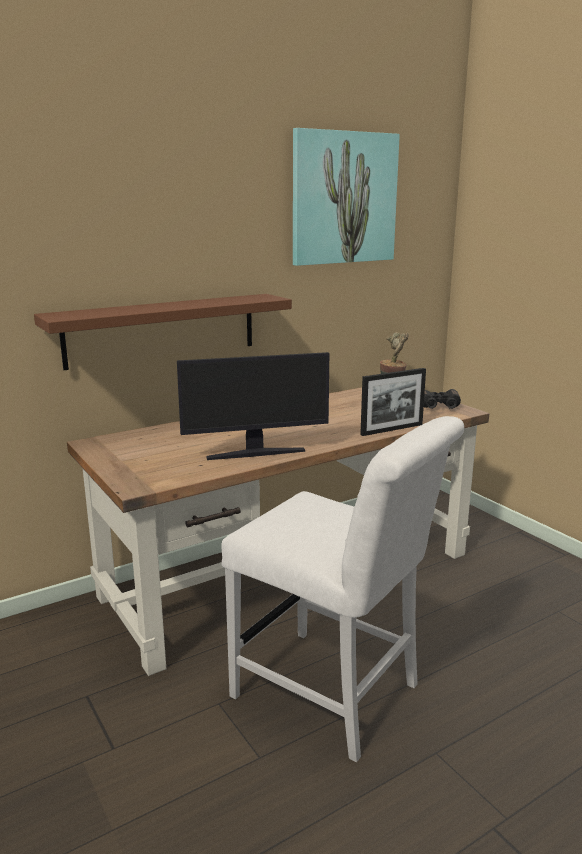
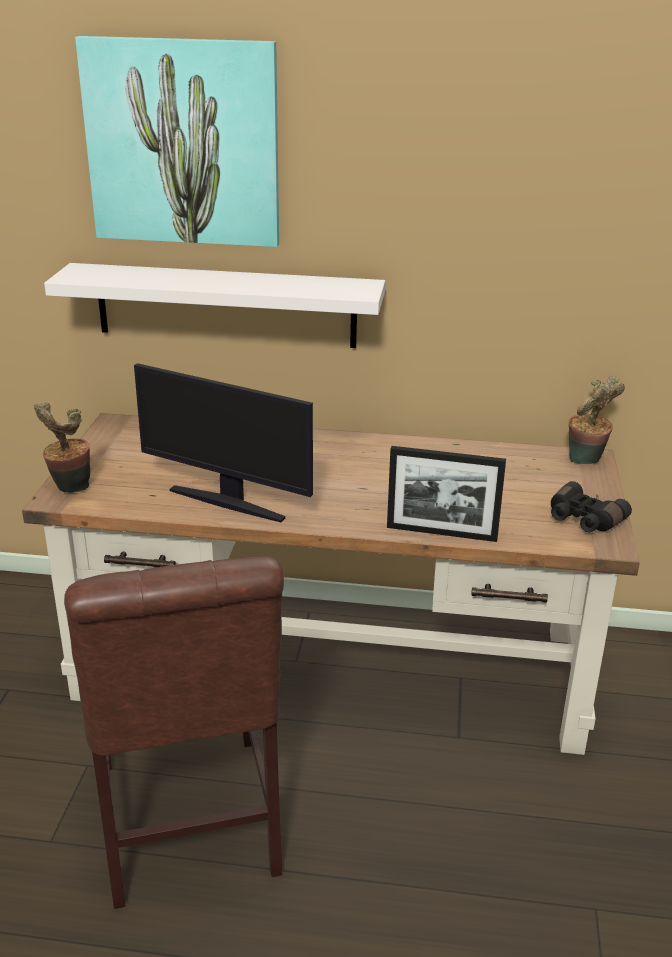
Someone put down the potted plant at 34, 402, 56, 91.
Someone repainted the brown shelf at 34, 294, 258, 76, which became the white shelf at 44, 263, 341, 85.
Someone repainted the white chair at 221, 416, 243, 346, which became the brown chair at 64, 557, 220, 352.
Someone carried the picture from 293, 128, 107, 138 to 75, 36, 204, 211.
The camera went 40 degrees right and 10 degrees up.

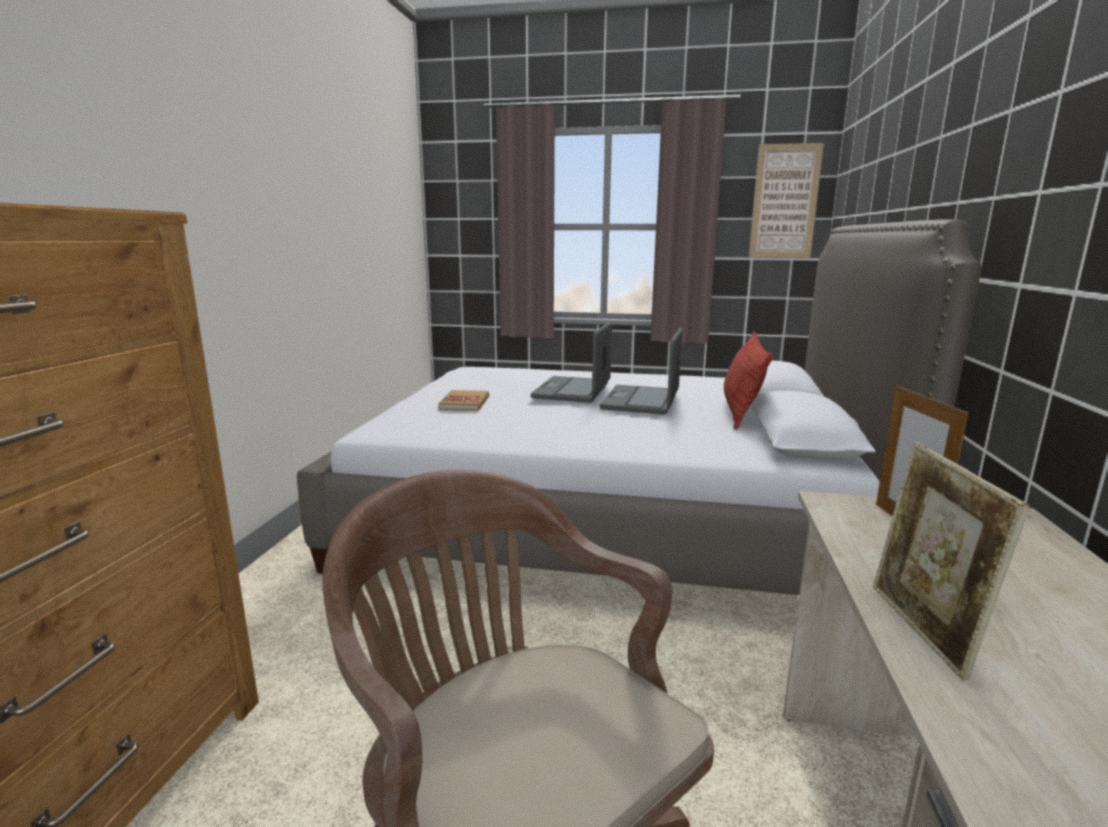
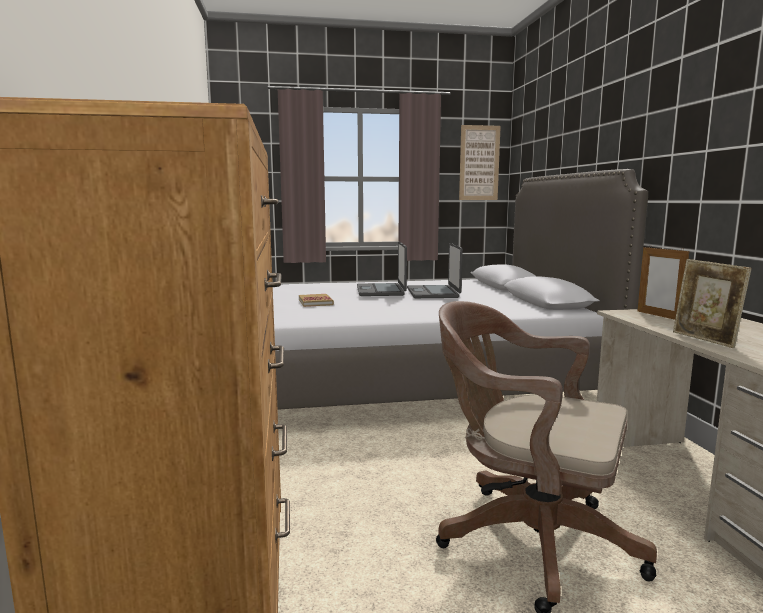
Someone took away the pillow at 724, 331, 49, 99.
The camera went 20 degrees left and 5 degrees down.

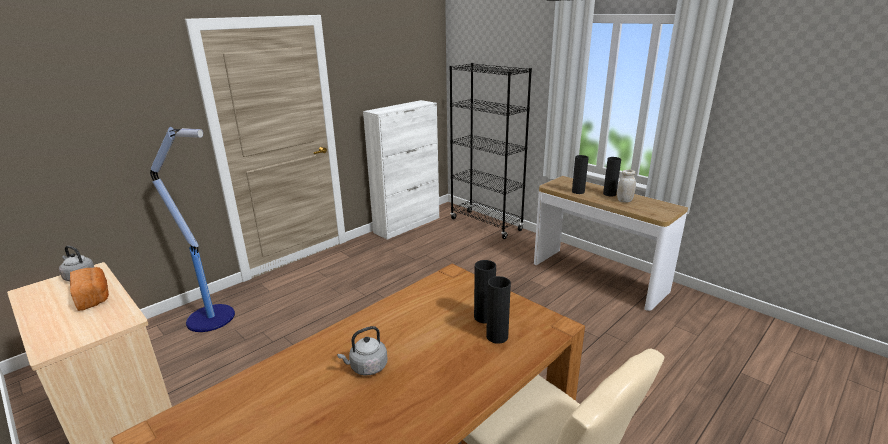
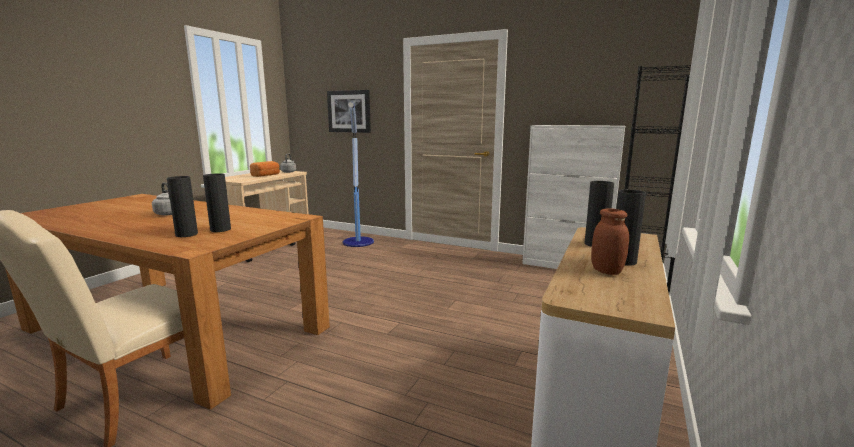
Someone put up the picture at 327, 90, 44, 43.
Someone repainted the white jar at 617, 170, 19, 32, which became the brown jar at 591, 208, 38, 67.
The camera went 70 degrees right and 10 degrees down.

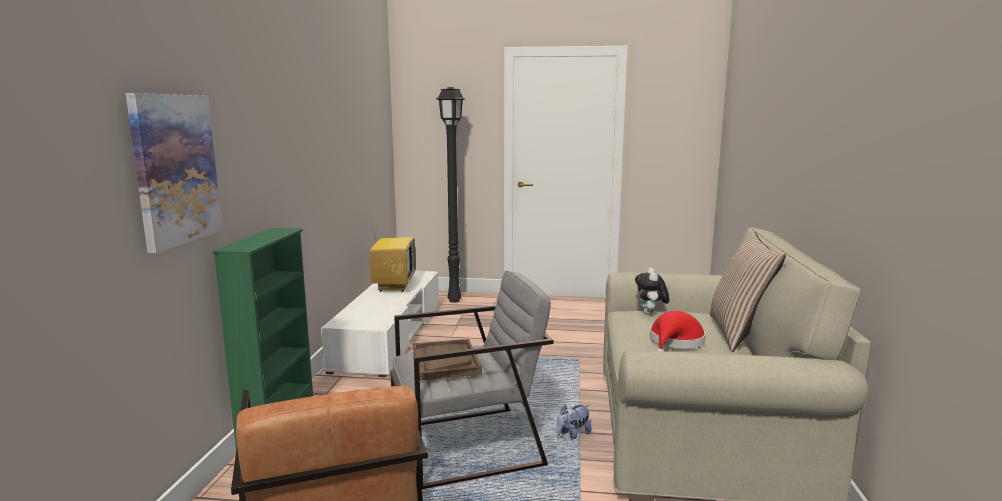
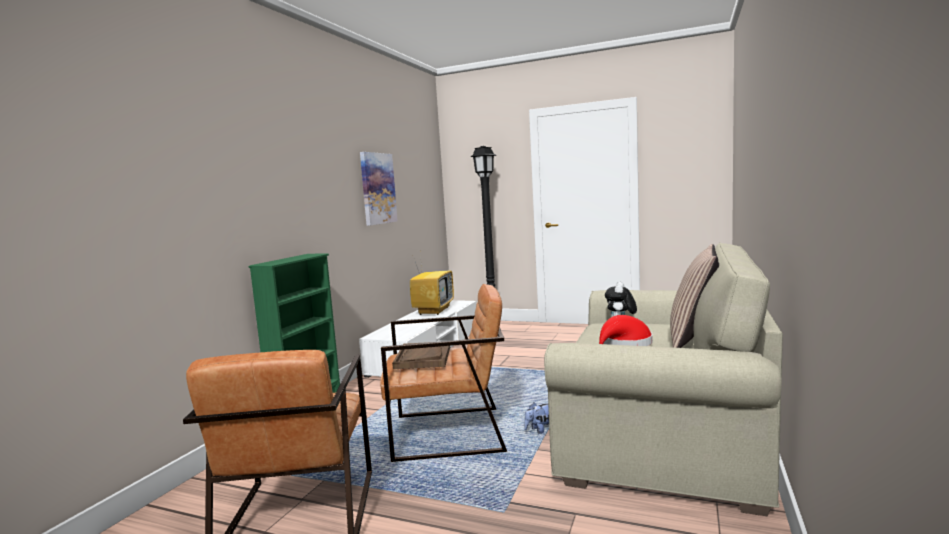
Someone carried the picture from 126, 93, 96, 160 to 360, 152, 38, 74.
Someone repainted the grey armchair at 393, 270, 161, 219, which became the brown armchair at 380, 284, 127, 178.
The camera went 15 degrees right and 5 degrees down.

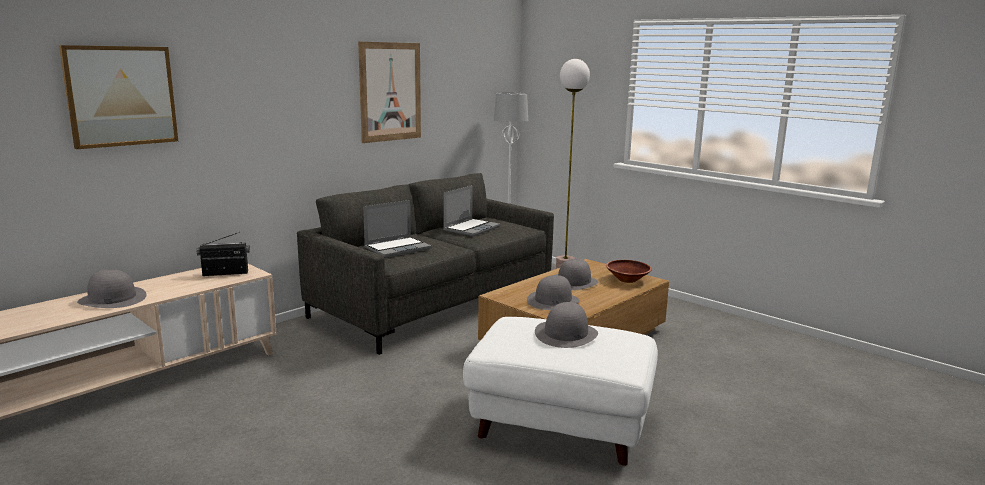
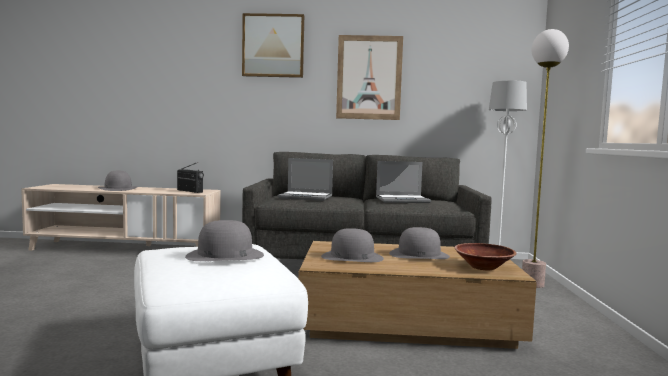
Someone carried the picture from 59, 45, 119, 104 to 242, 13, 62, 65.
The camera went 50 degrees right and 10 degrees down.

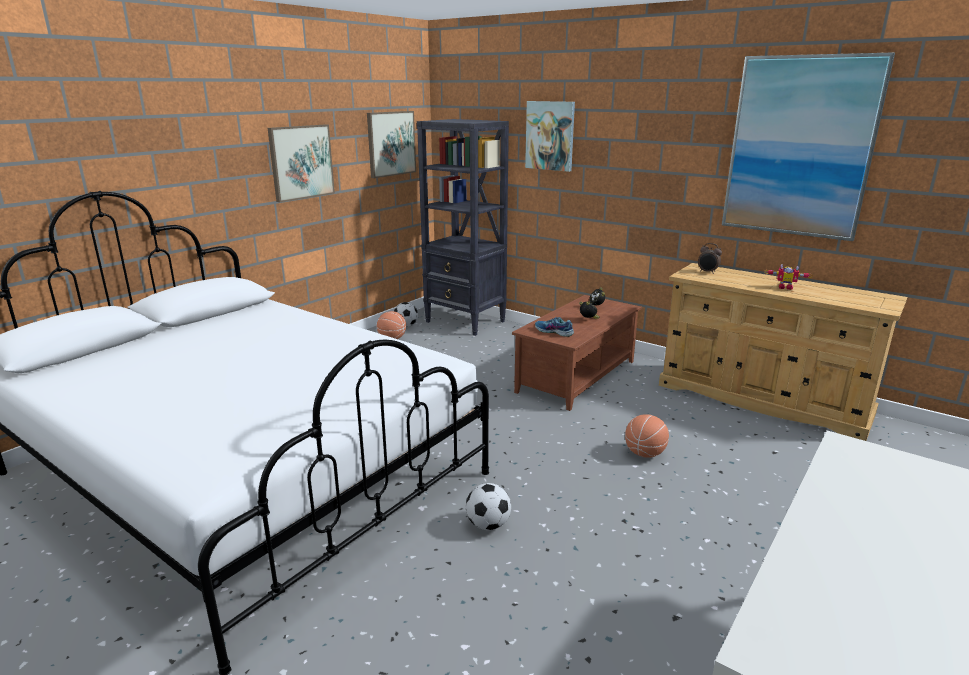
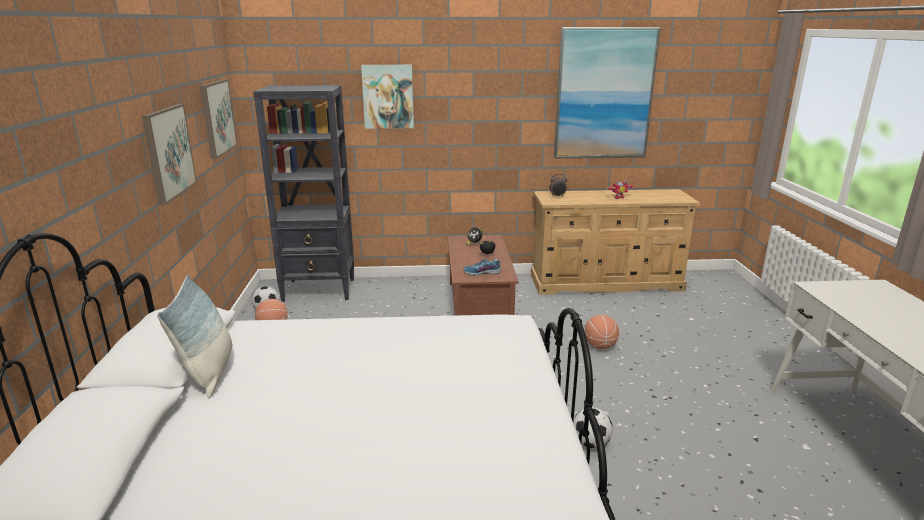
Someone put down the pillow at 157, 275, 75, 123.
The camera went 40 degrees left and 0 degrees up.

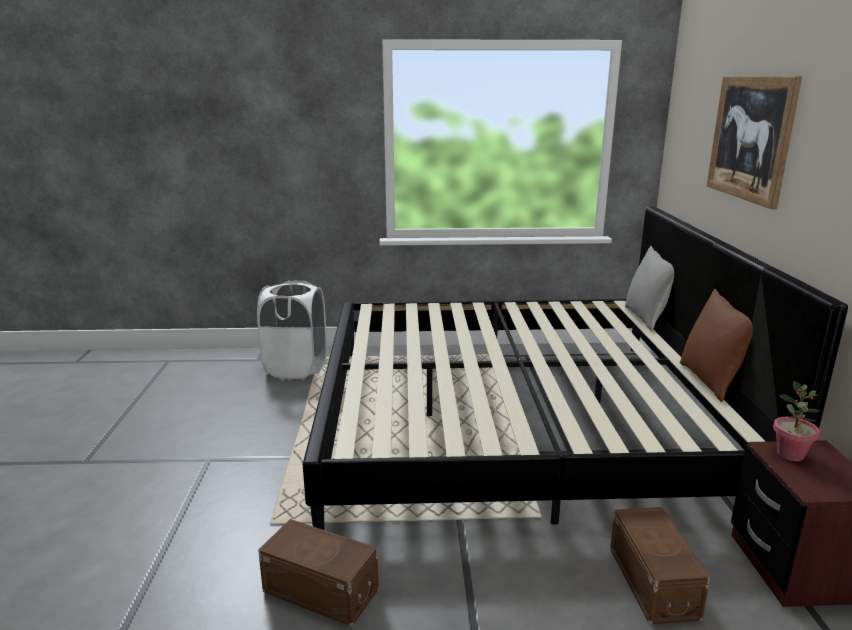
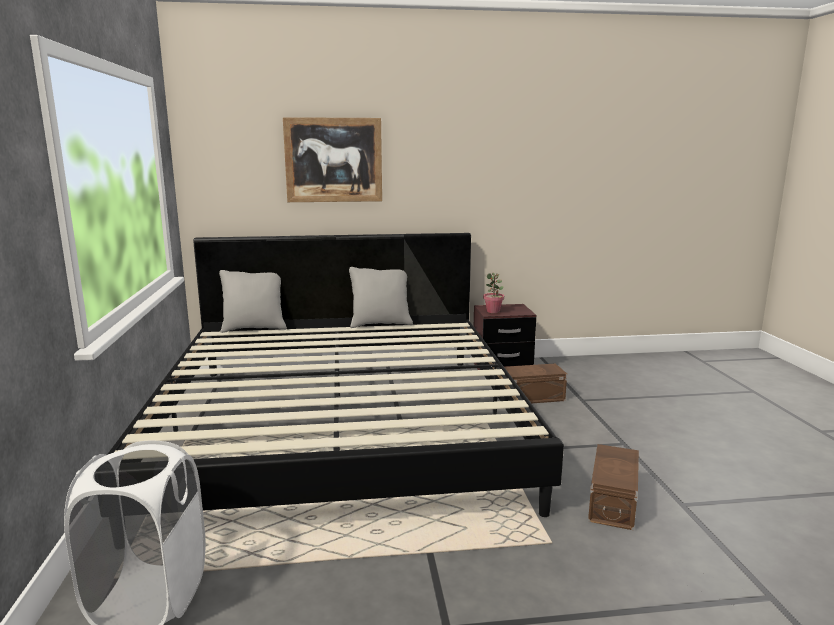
Someone repainted the brown pillow at 680, 289, 73, 113, which became the grey pillow at 349, 267, 64, 61.
The camera went 95 degrees left and 5 degrees down.

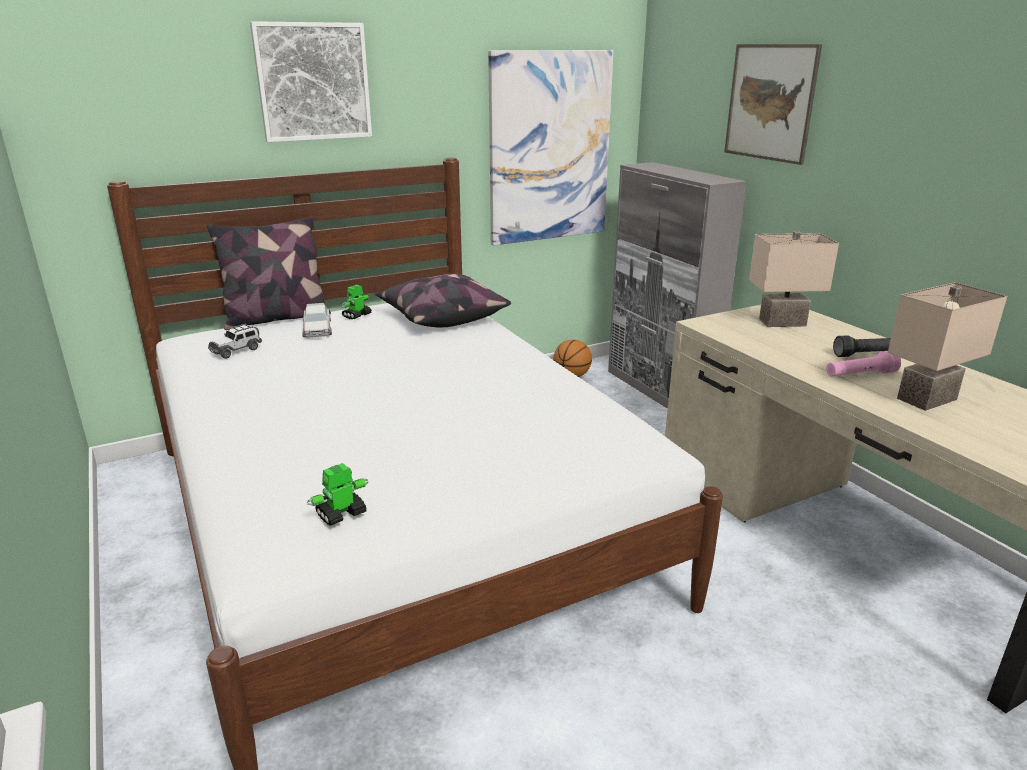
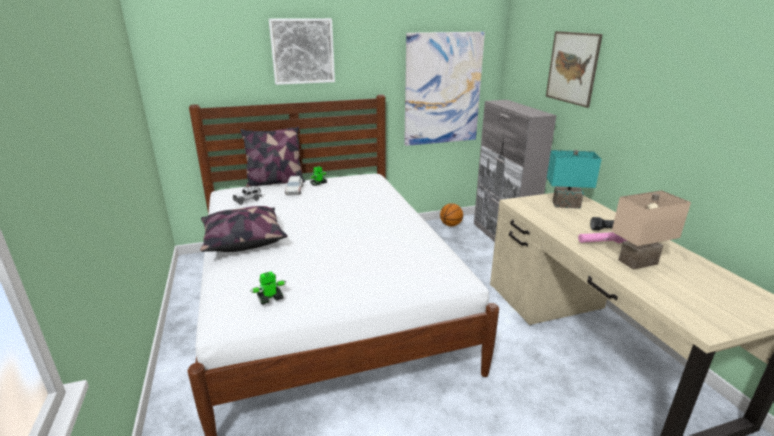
Someone carried the pillow from 375, 274, 136, 53 to 200, 206, 87, 46.
Someone repainted the beige table lamp at 749, 231, 90, 96, which became the turquoise table lamp at 547, 150, 55, 59.
The camera went 10 degrees right and 0 degrees up.

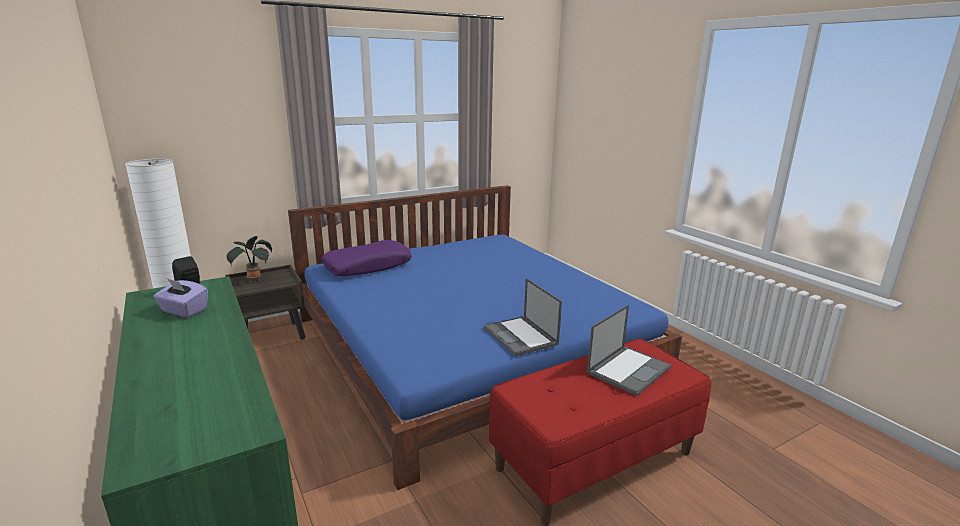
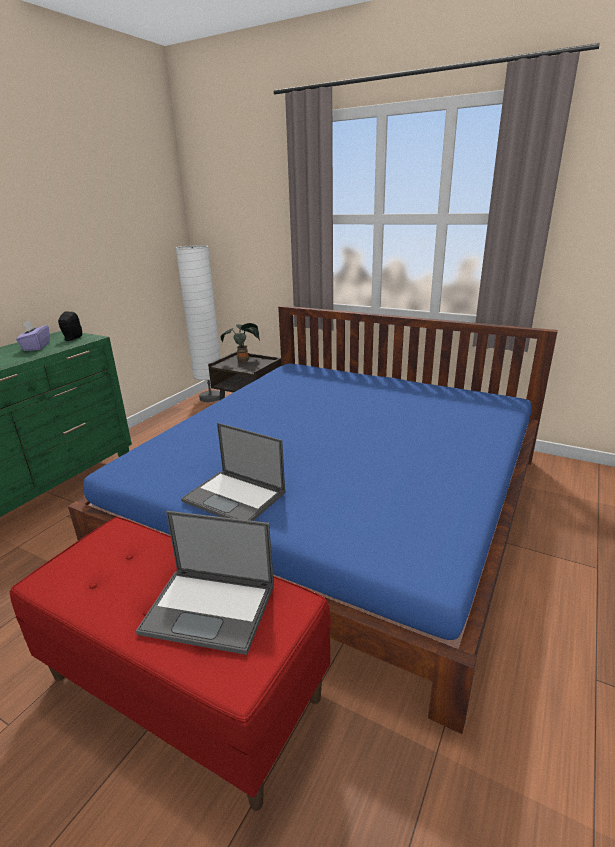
Someone rotated the laptop at 484, 278, 78, 78 by 90 degrees counterclockwise.
Someone took away the purple pillow at 322, 240, 90, 36.
The camera went 60 degrees right and 5 degrees up.

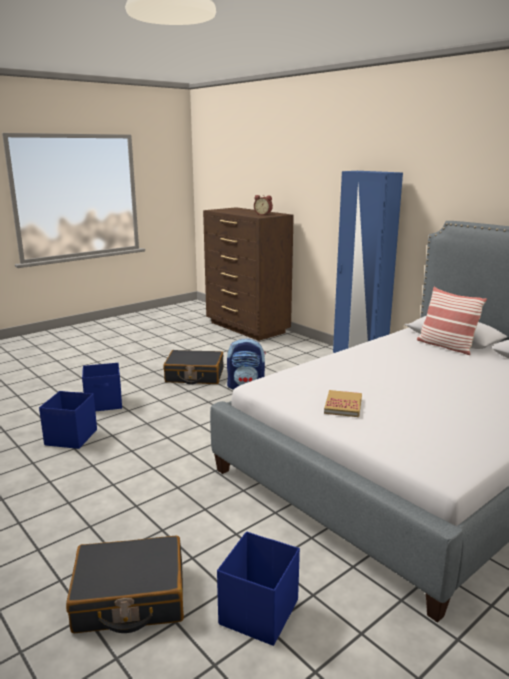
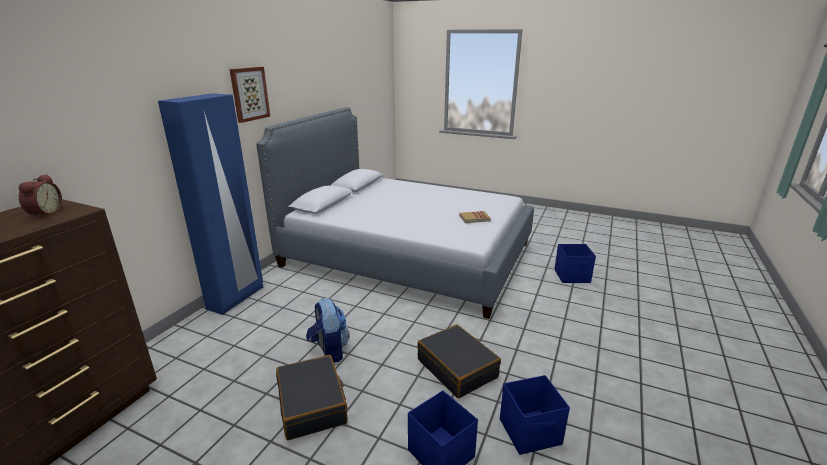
Someone put up the picture at 230, 67, 40, 56.
Someone carried the black suitcase from 66, 536, 118, 97 to 417, 324, 84, 74.
Someone took away the pillow at 417, 287, 70, 68.
The camera went 115 degrees left and 5 degrees up.

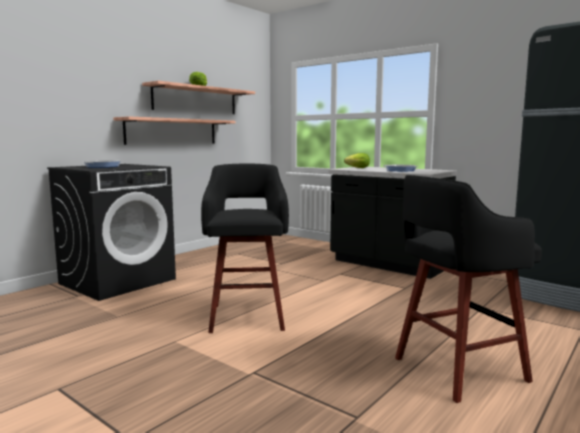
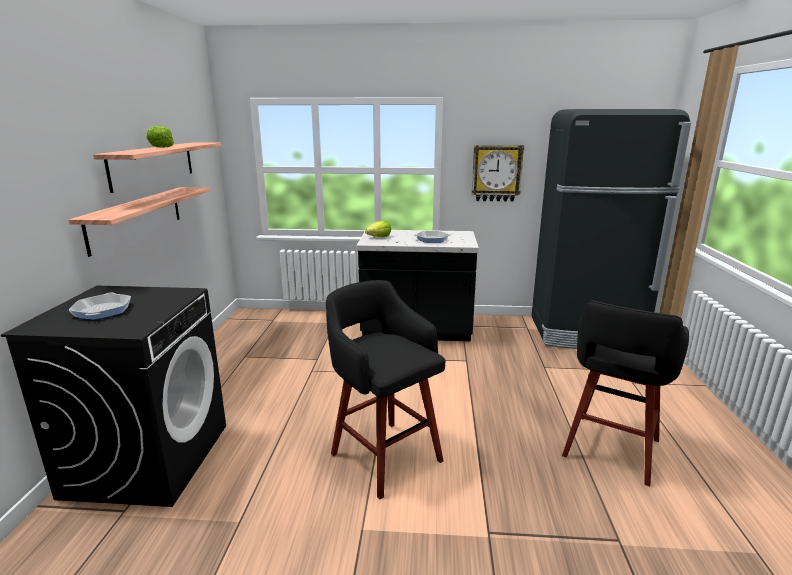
Someone put up the wall clock at 471, 145, 53, 57.
The camera went 35 degrees left and 10 degrees up.

